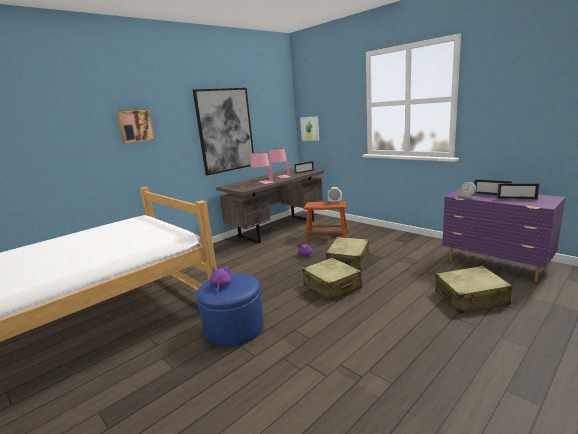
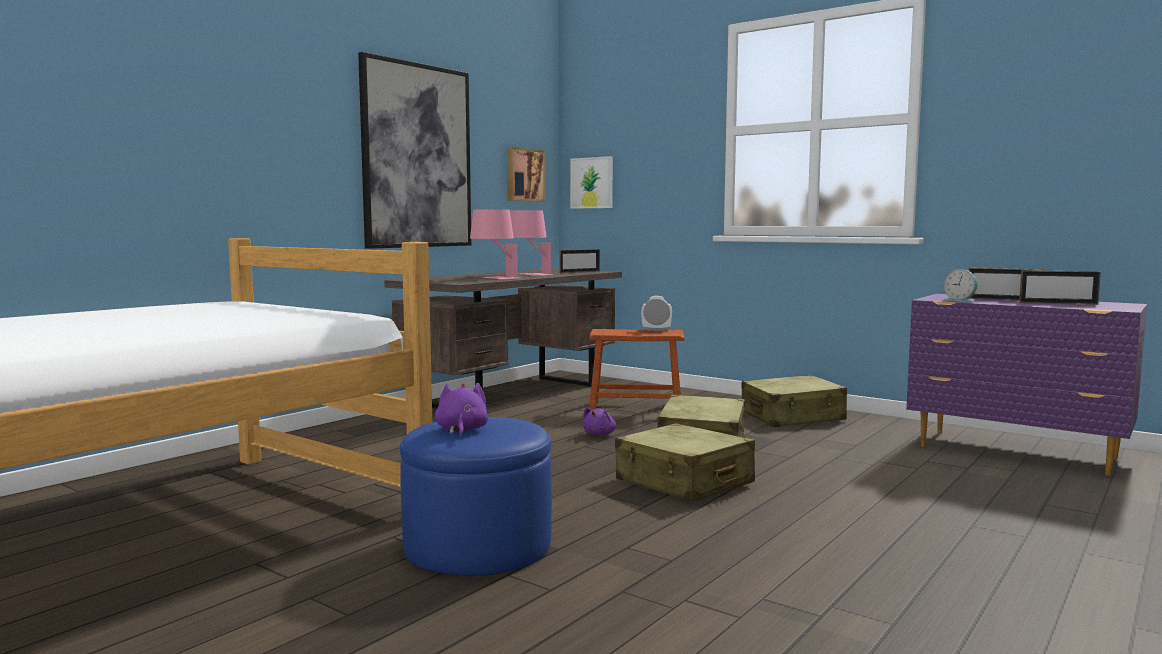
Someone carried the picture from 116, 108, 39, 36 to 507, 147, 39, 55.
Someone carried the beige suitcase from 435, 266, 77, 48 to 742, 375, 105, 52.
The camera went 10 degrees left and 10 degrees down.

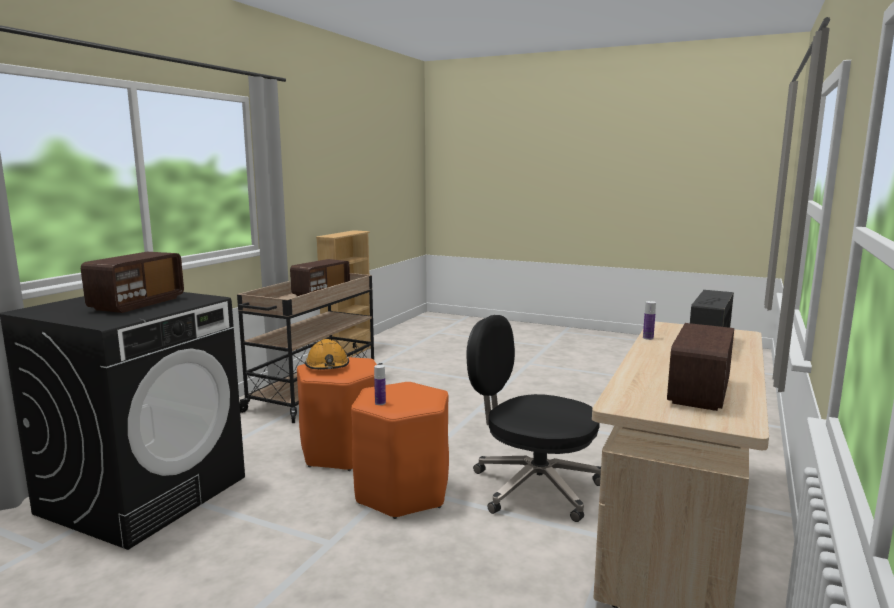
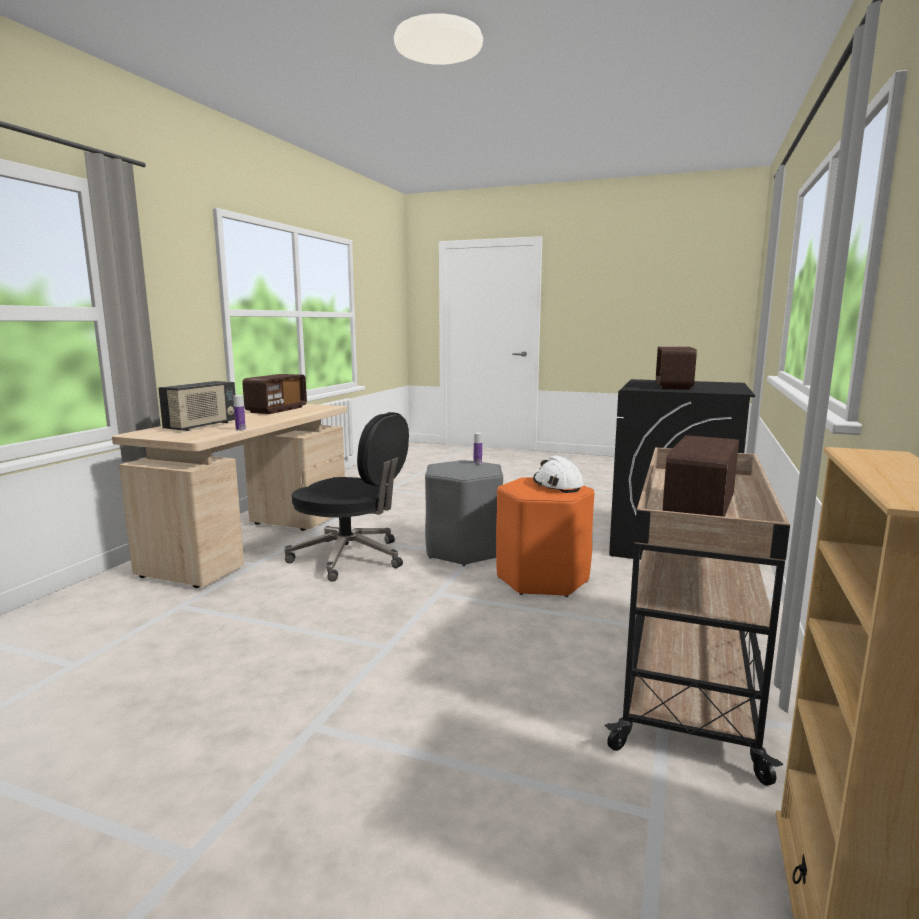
Someone repainted the orange stool at 351, 382, 98, 137, which became the grey stool at 425, 460, 78, 106.
Someone repainted the orange hard hat at 305, 339, 44, 31, which became the white hard hat at 533, 456, 51, 37.
The camera went 175 degrees right and 0 degrees up.

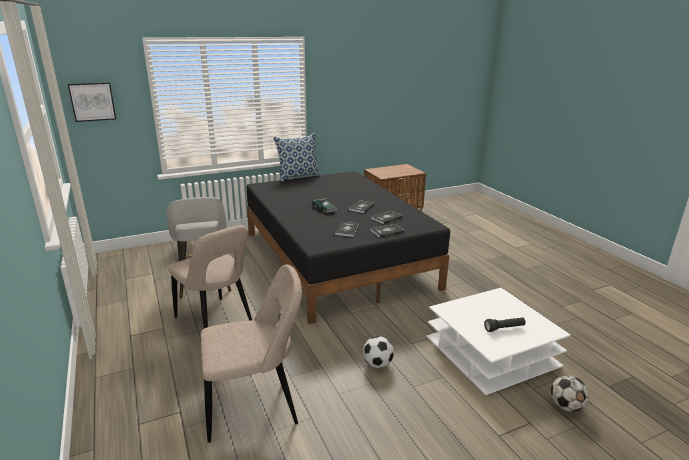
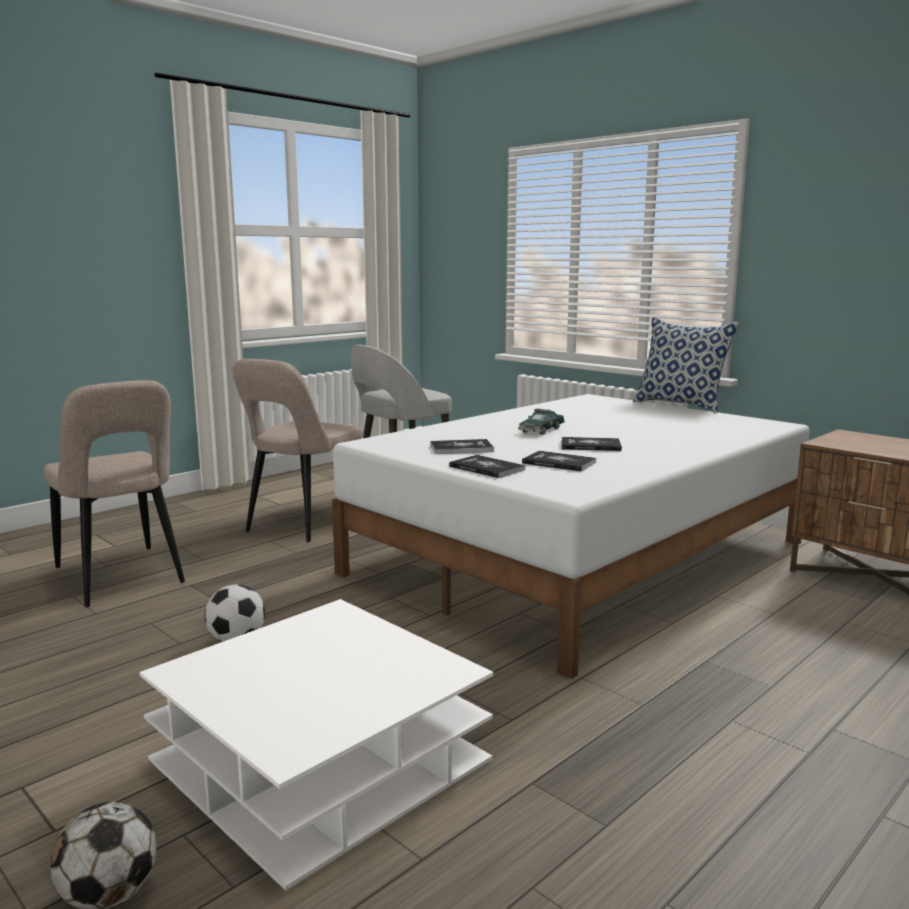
Someone repainted the black bed at 246, 171, 204, 153, which became the white bed at 332, 394, 478, 285.
Someone took away the picture at 68, 82, 48, 40.
Someone took away the black flashlight at 484, 317, 41, 15.
The camera went 70 degrees right and 10 degrees down.

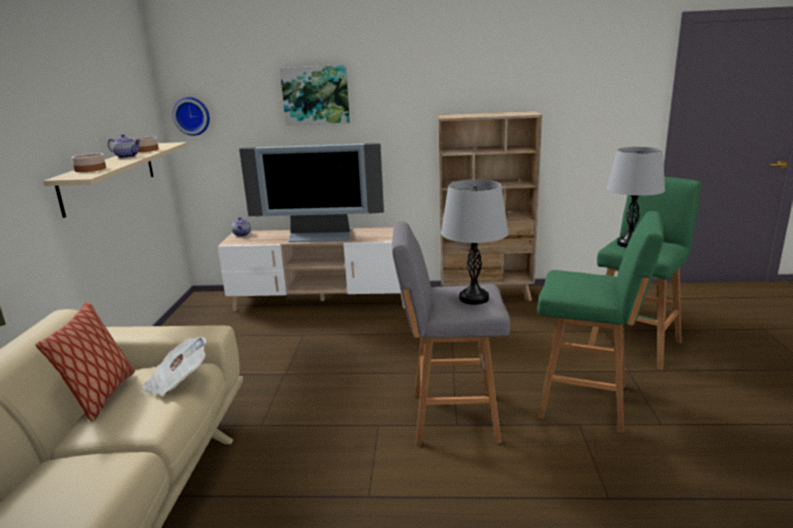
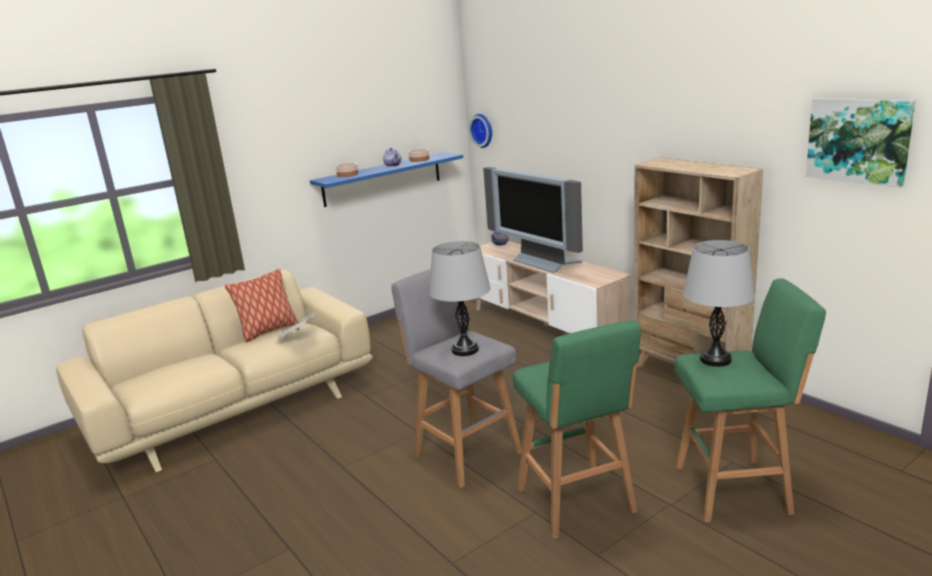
Someone repainted the beige shelf at 43, 142, 144, 76, which became the blue shelf at 310, 152, 153, 55.
Someone carried the picture from 280, 65, 70, 61 to 806, 98, 109, 90.
The camera went 50 degrees right and 0 degrees up.

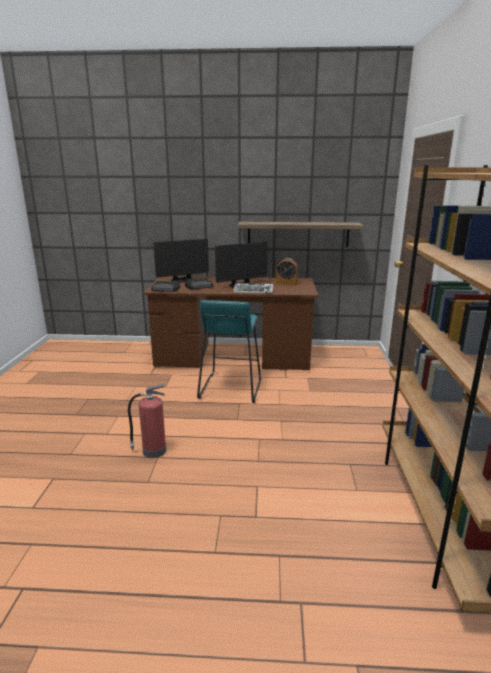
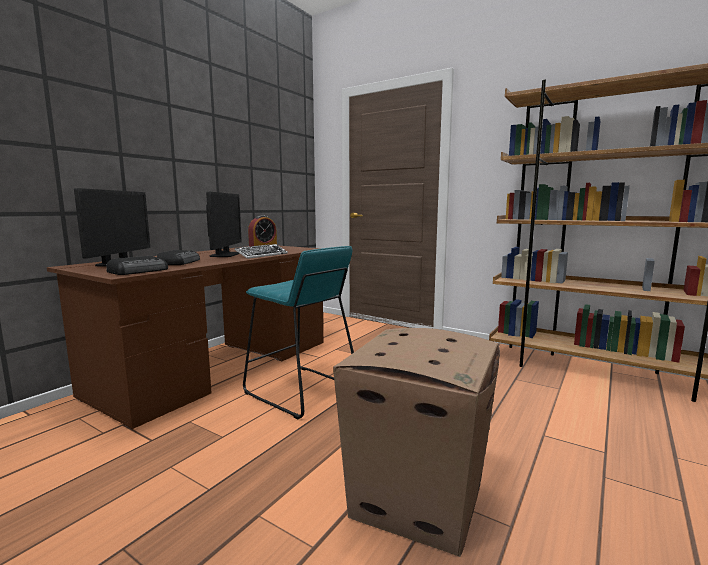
Someone swapped the fire extinguisher at 128, 384, 38, 74 for the cardboard box at 333, 328, 167, 229.
Someone took away the shelf at 238, 222, 125, 25.
The camera went 60 degrees left and 10 degrees down.

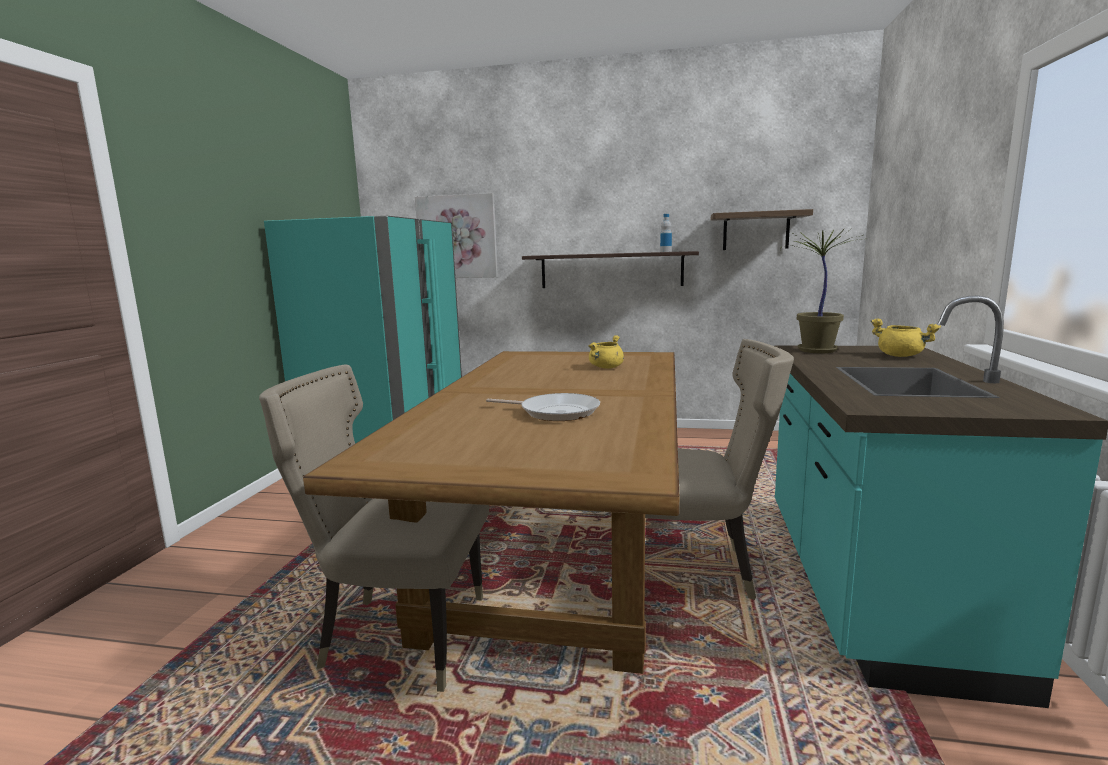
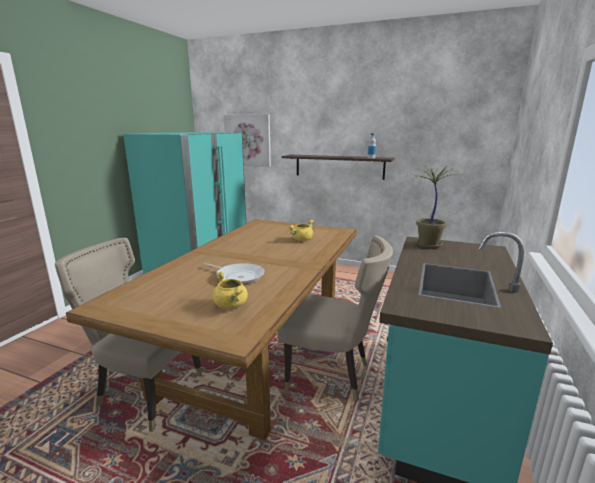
Someone carried the yellow cooking pot from 871, 318, 70, 39 to 213, 272, 35, 36.
Someone took away the shelf at 711, 209, 102, 41.
The camera went 10 degrees right and 5 degrees up.

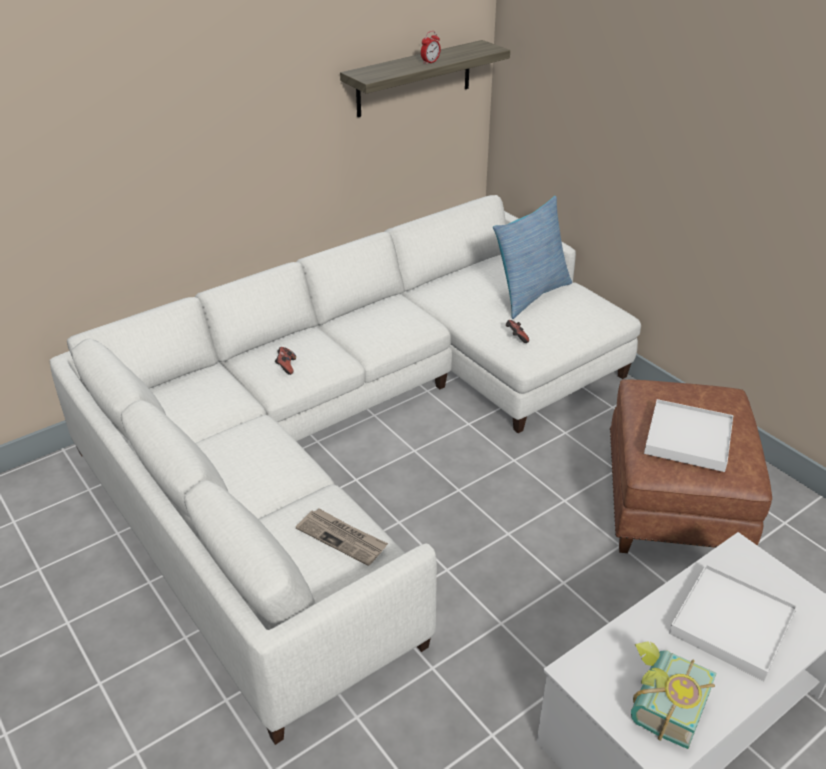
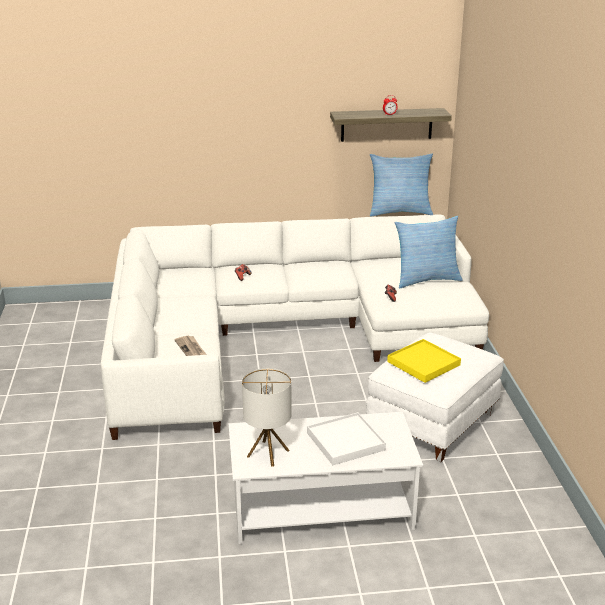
Someone swapped the book at 631, 641, 86, 108 for the table lamp at 242, 368, 50, 99.
Someone repainted the brown ottoman at 610, 379, 162, 174, which became the white ottoman at 366, 332, 138, 130.
Someone put down the pillow at 370, 153, 63, 64.
Someone repainted the white tray at 644, 399, 89, 73, which became the yellow tray at 387, 339, 74, 44.
The camera went 30 degrees right and 10 degrees down.

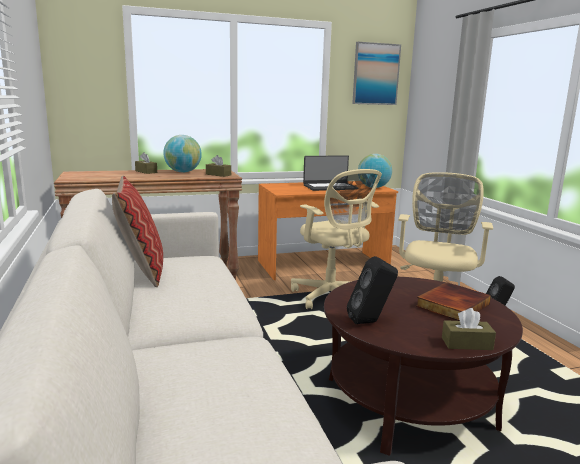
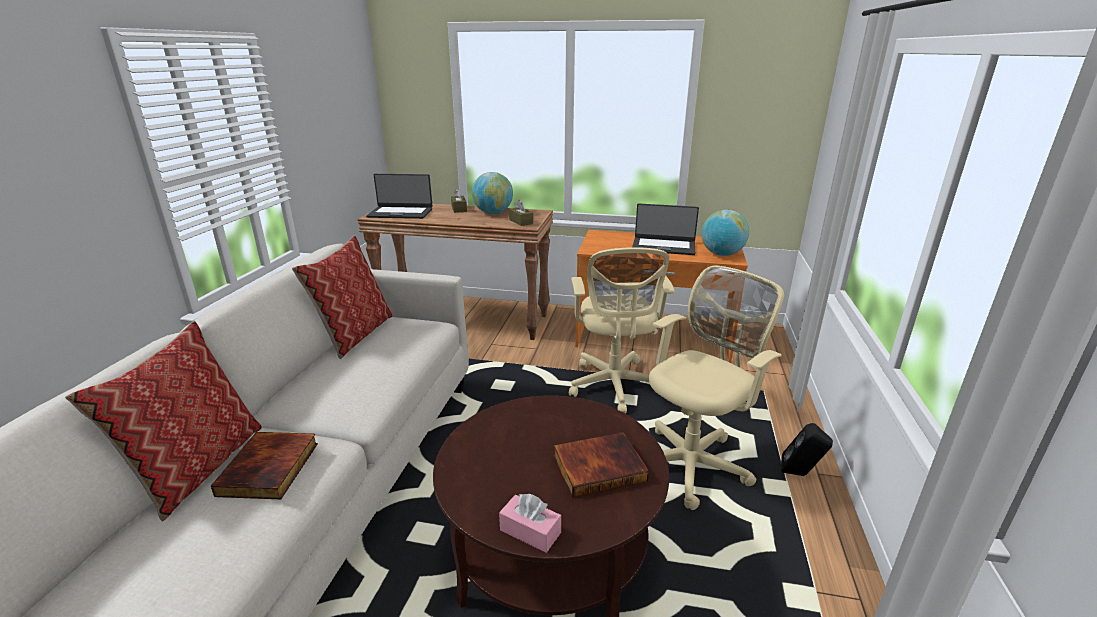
Someone put down the pillow at 65, 321, 197, 200.
Someone put down the book at 211, 432, 107, 67.
Someone put down the laptop at 366, 174, 67, 45.
Someone repainted the brown tissue box at 442, 308, 54, 42, which became the pink tissue box at 499, 494, 62, 59.
Someone took away the black speaker at 347, 256, 51, 68.
Someone took away the picture at 352, 42, 49, 63.
The camera went 30 degrees right and 10 degrees up.

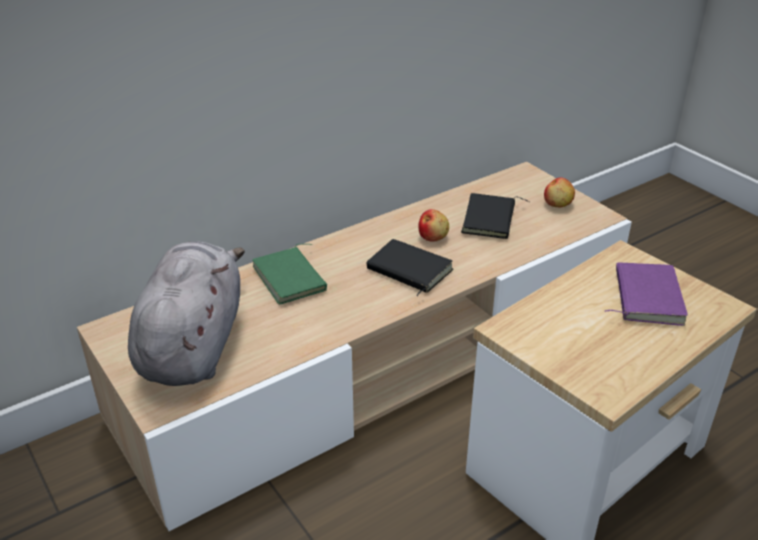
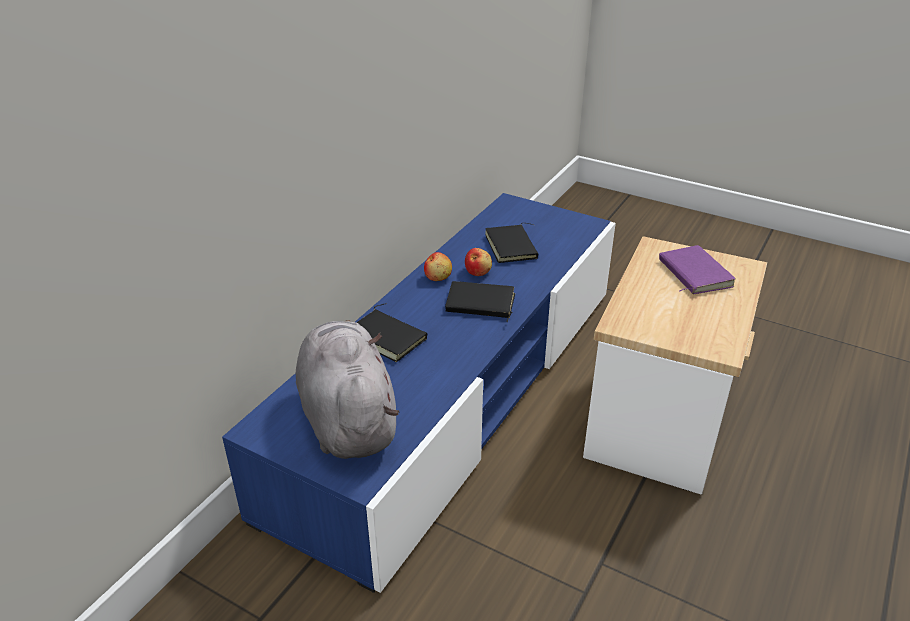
Someone repainted the beige tv stand at 77, 162, 555, 369, which became the blue tv stand at 222, 193, 394, 400.
Someone repainted the green book at 252, 244, 75, 61, which became the black book at 356, 303, 71, 59.
Someone carried the apple from 544, 177, 31, 31 to 424, 252, 28, 29.
The camera went 25 degrees left and 0 degrees up.

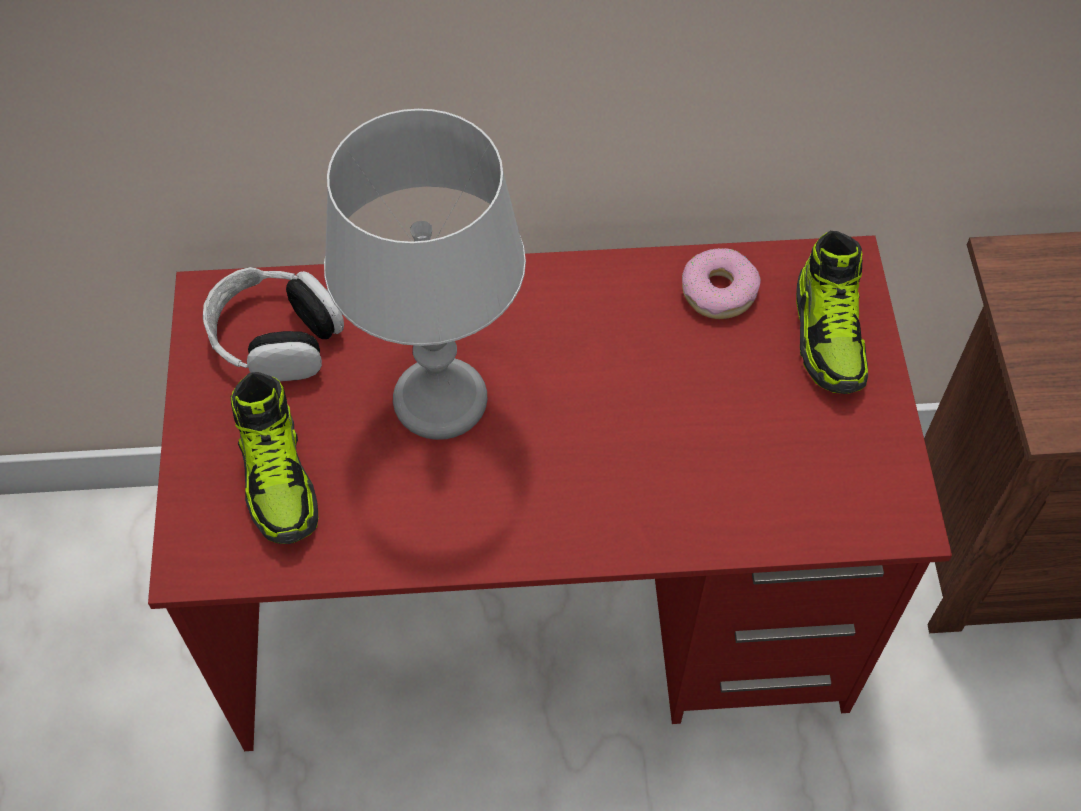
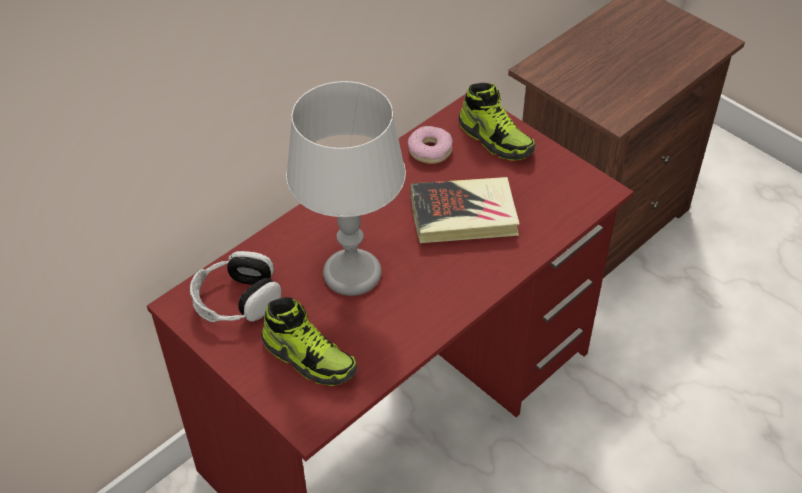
Someone put down the book at 410, 177, 110, 66.
The camera went 40 degrees left and 10 degrees down.

